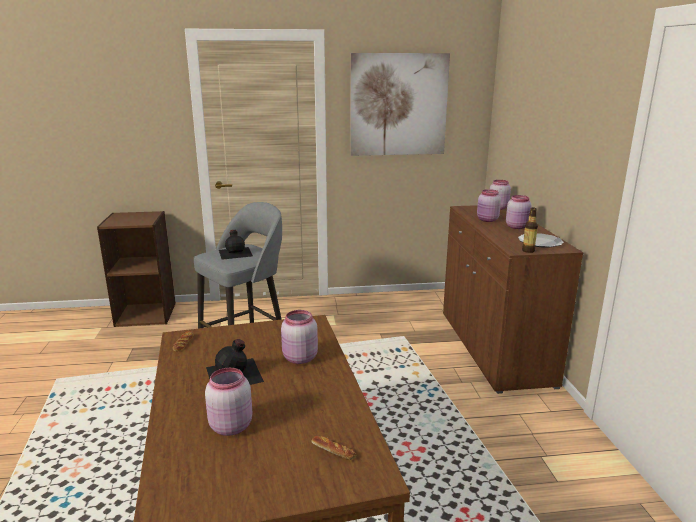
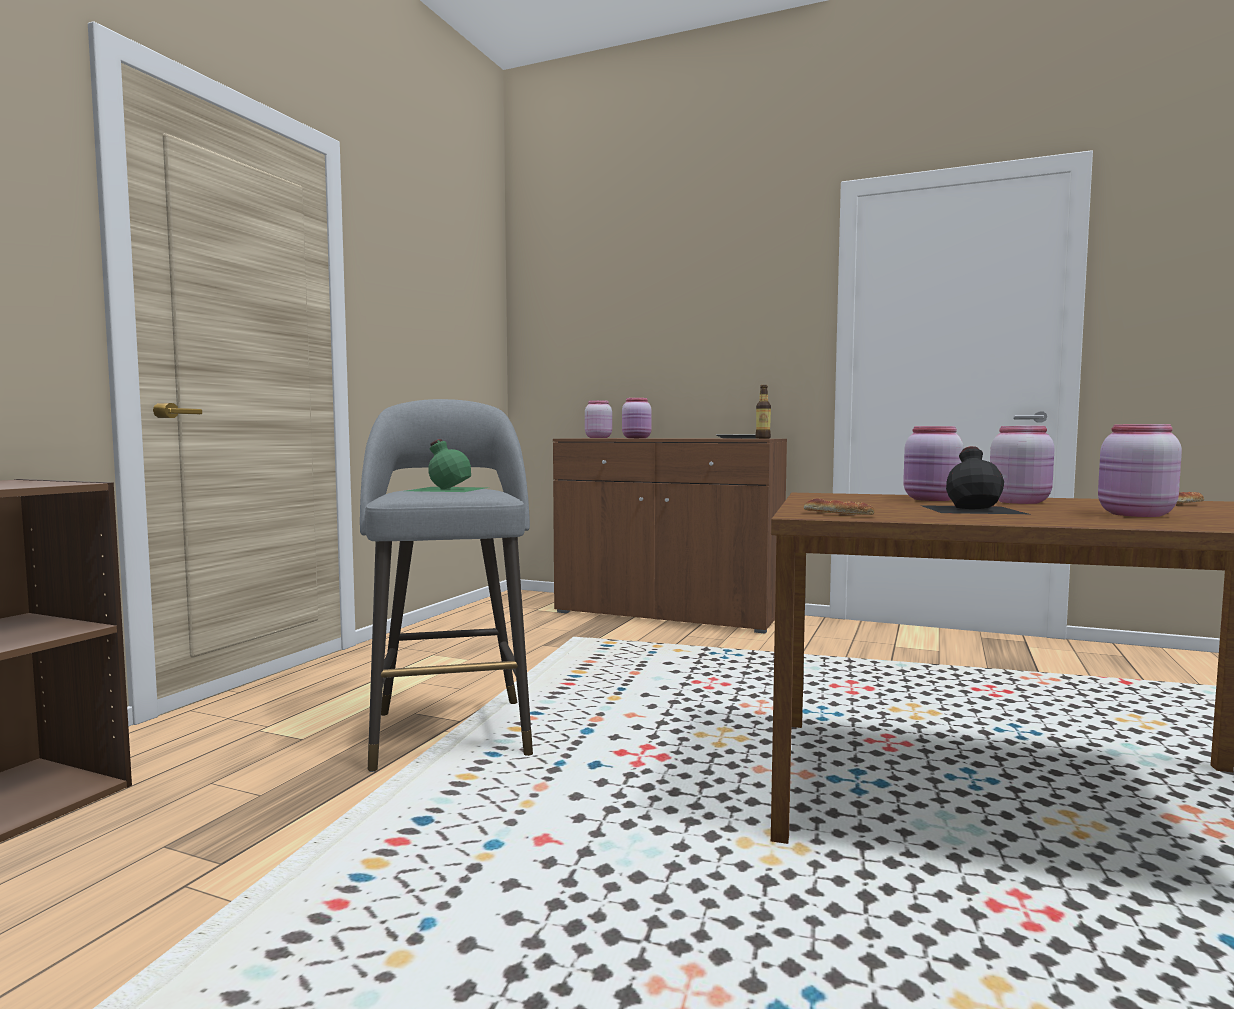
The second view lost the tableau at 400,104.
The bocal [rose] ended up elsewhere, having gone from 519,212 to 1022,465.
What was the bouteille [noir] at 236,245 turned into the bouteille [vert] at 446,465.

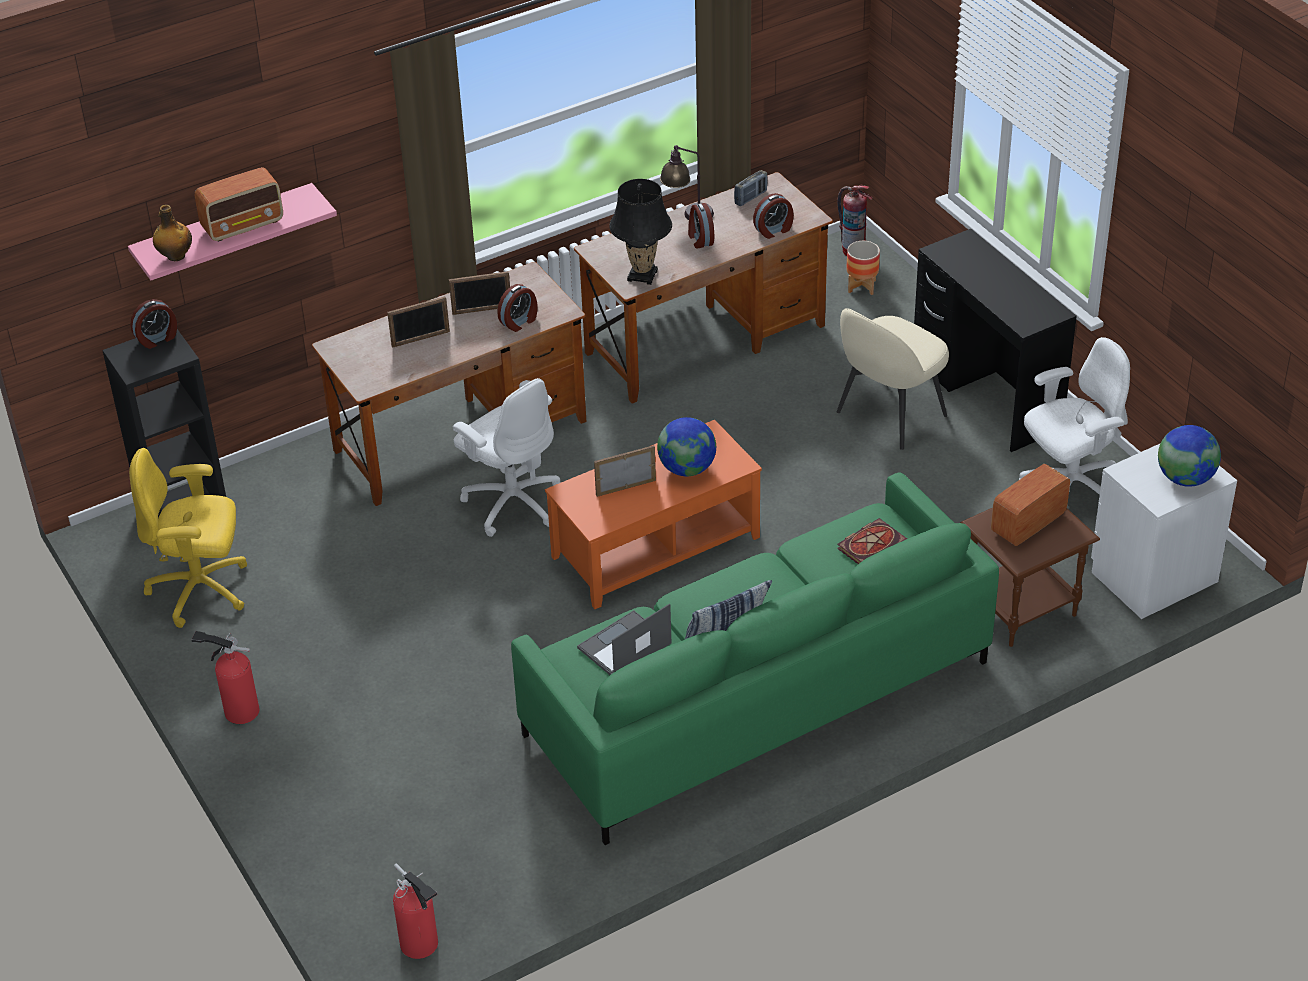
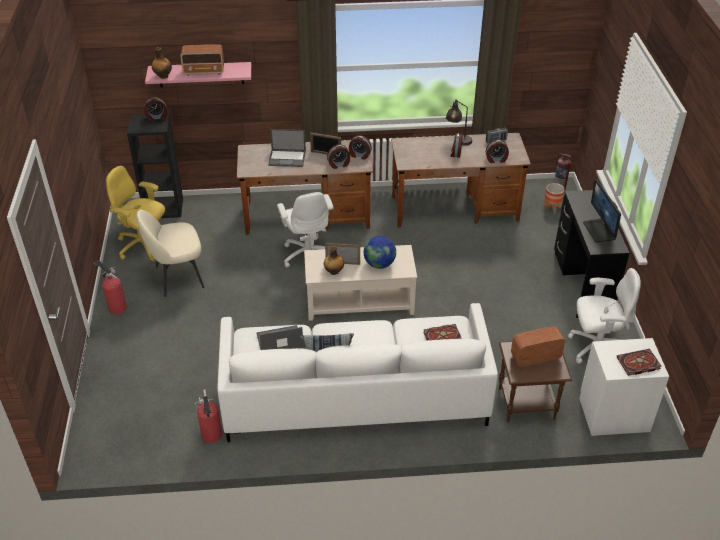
The second view lost the lampe de table [noir] at 640,232.
The second view gained the bouteille at 334,260.
The second view gained the réveil at 360,147.
The second view gained the écran d'ordinateur at 602,211.
The extincteur ended up elsewhere, having gone from 415,911 to 208,416.
The chaise [beige] ended up elsewhere, having gone from 893,379 to 170,253.
Where the cadre photo stood at 418,322, the ordinateur portable came to stand at 287,148.
Where the globe stood at 1189,456, the livre came to stand at 639,362.
What was the canapé [vert] at 755,658 turned into the canapé [blanc] at 357,372.
What was the table basse [orange] at 653,514 turned into the table basse [beige] at 360,283.

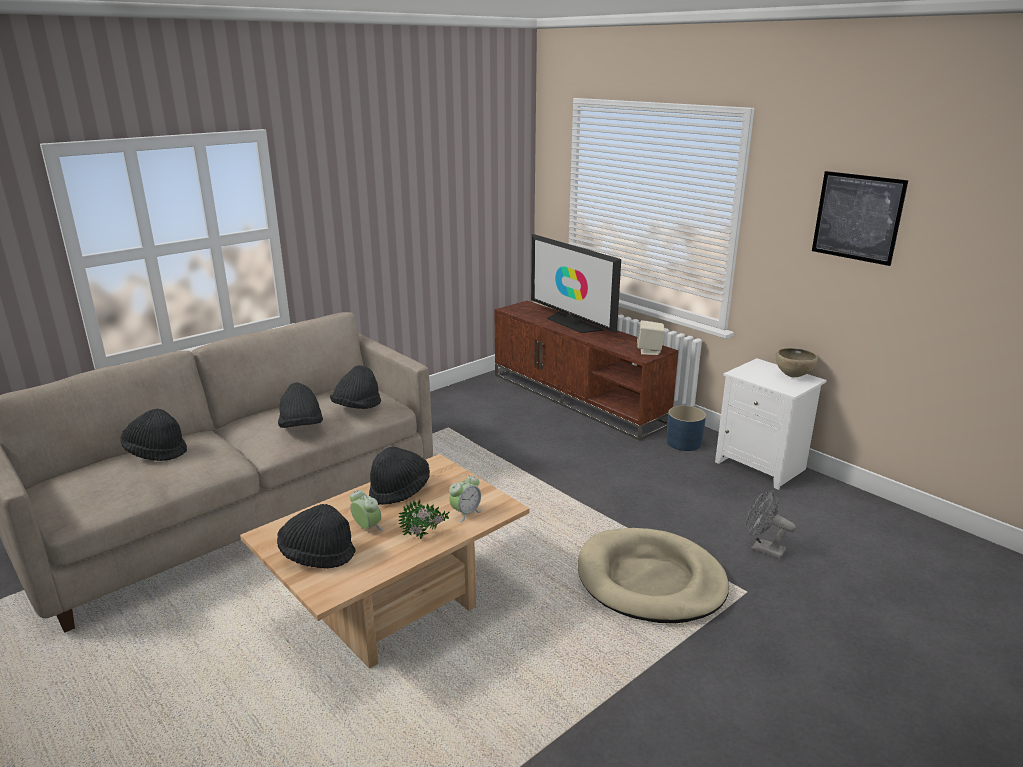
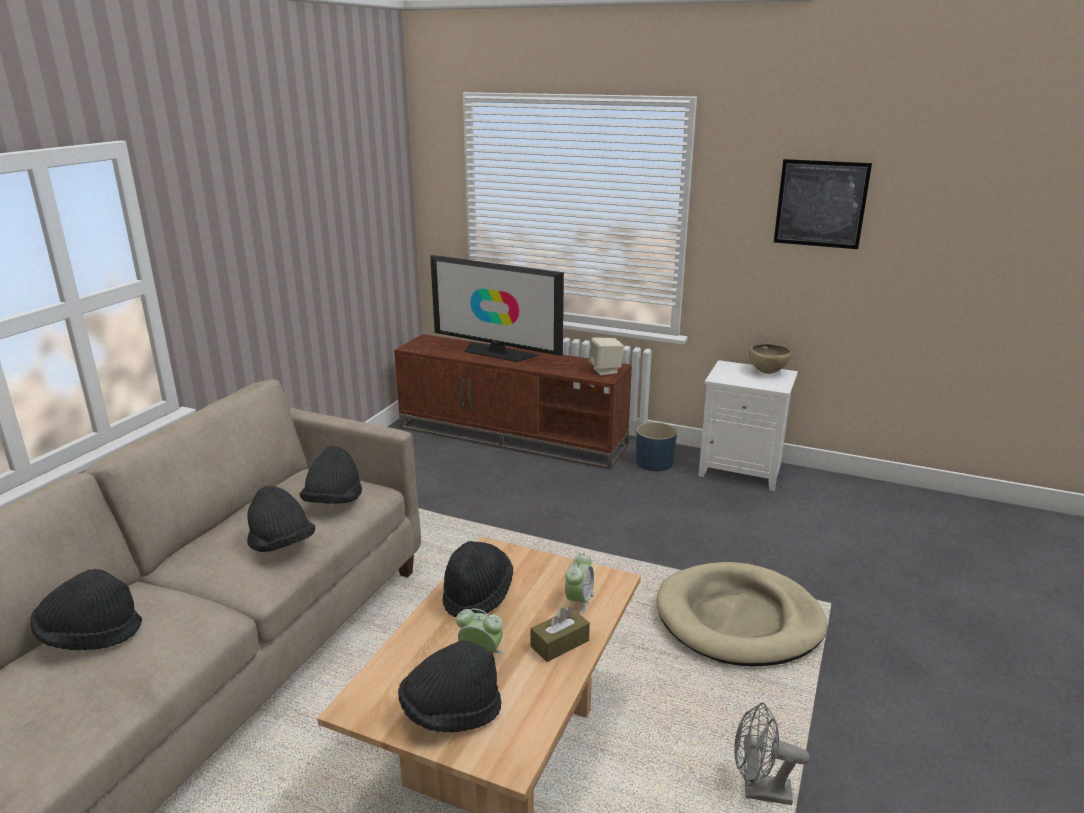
The ventilateur [gris] ended up elsewhere, having gone from 771,524 to 772,754.
Where the plante en pot stood at 423,519, the boîte à mouchoirs [marron] came to stand at 560,634.

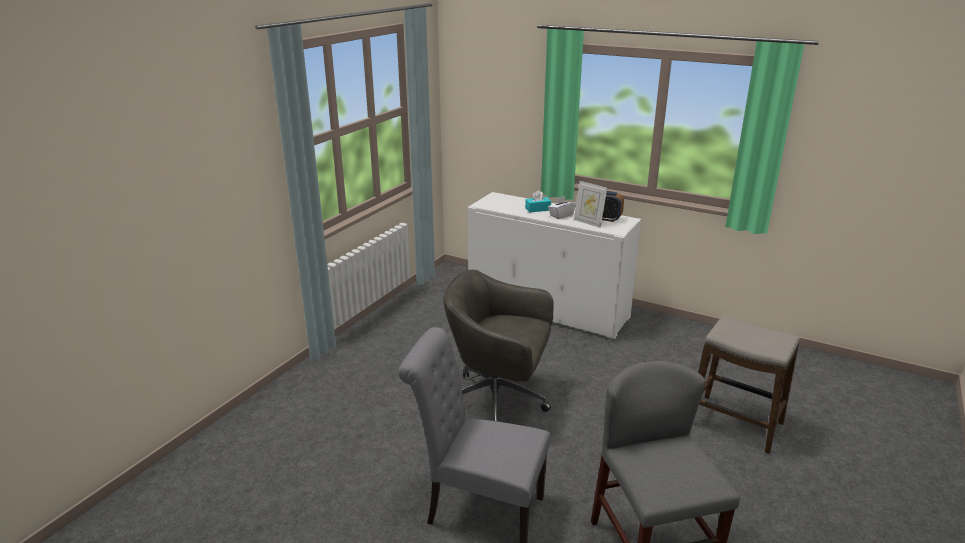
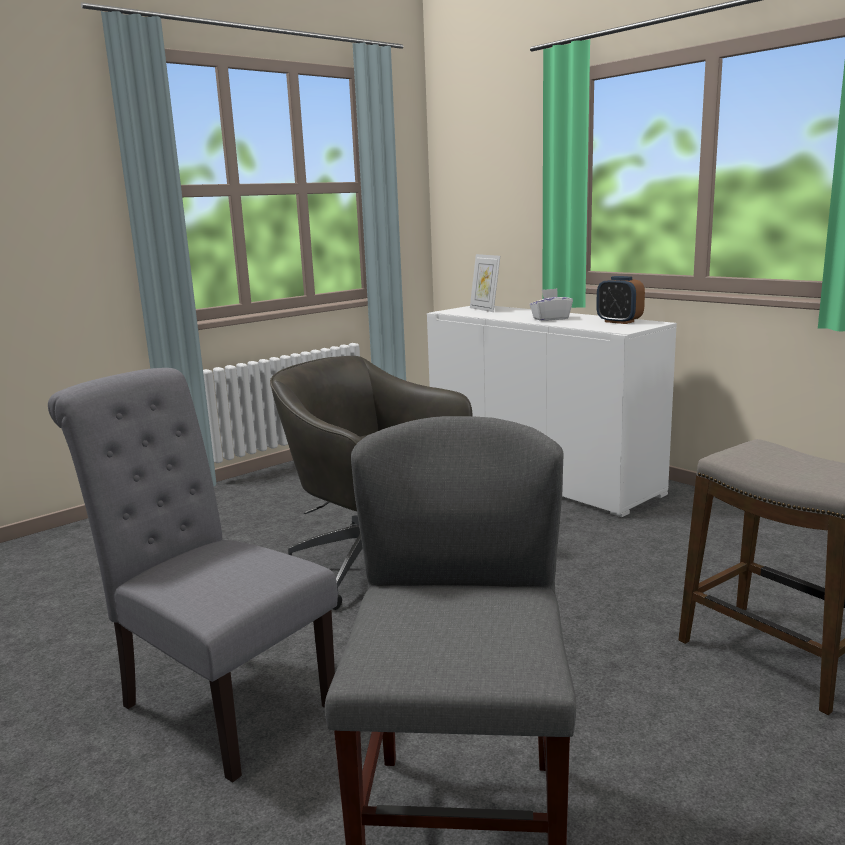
The second view lost the boîte à mouchoirs [turquoise] at 538,201.
The cadre photo ended up elsewhere, having gone from 590,204 to 485,283.

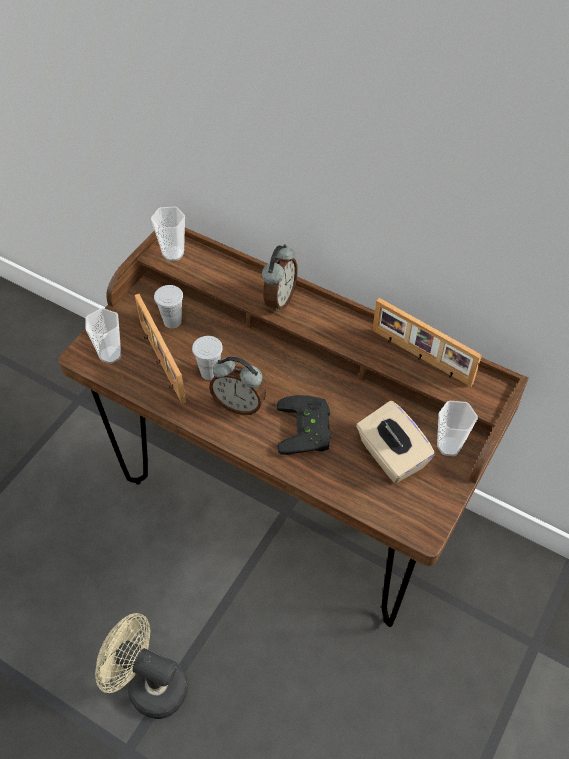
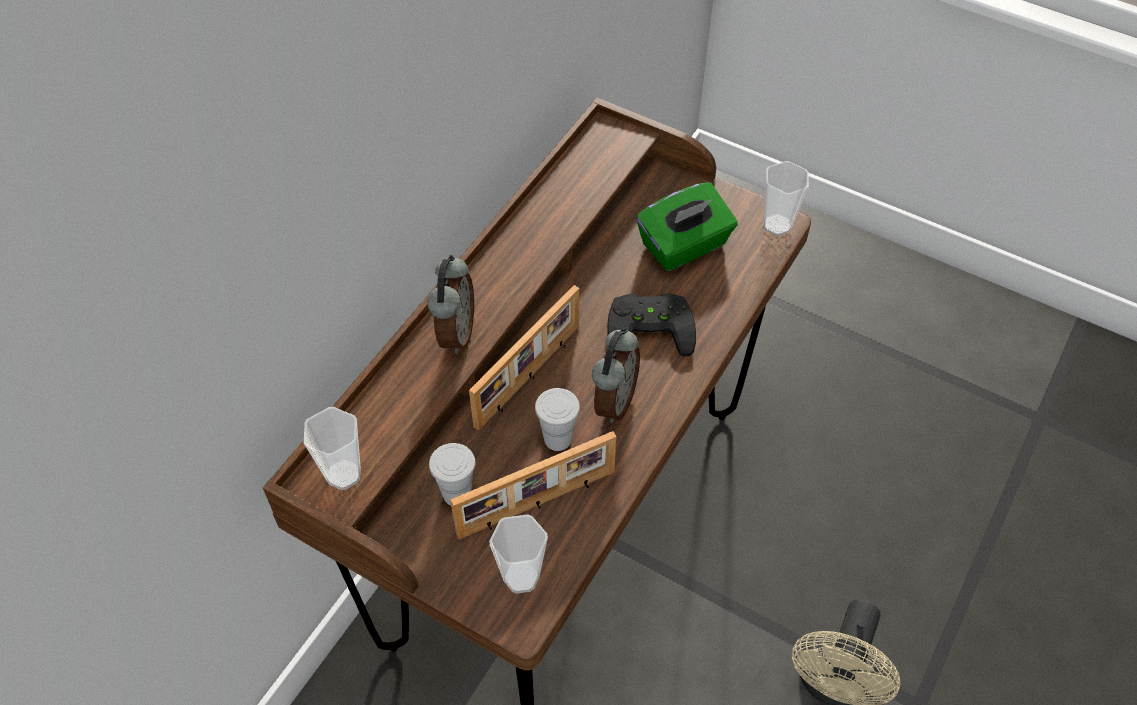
The cadre photo ended up elsewhere, having gone from 427,342 to 524,358.
The tasse ended up elsewhere, having gone from 457,428 to 786,198.
What was the boîte à mouchoirs [beige] at 395,442 turned into the boîte à mouchoirs [vert] at 687,226.
The réveil at 280,278 ended up facing another way, 75 degrees clockwise from before.

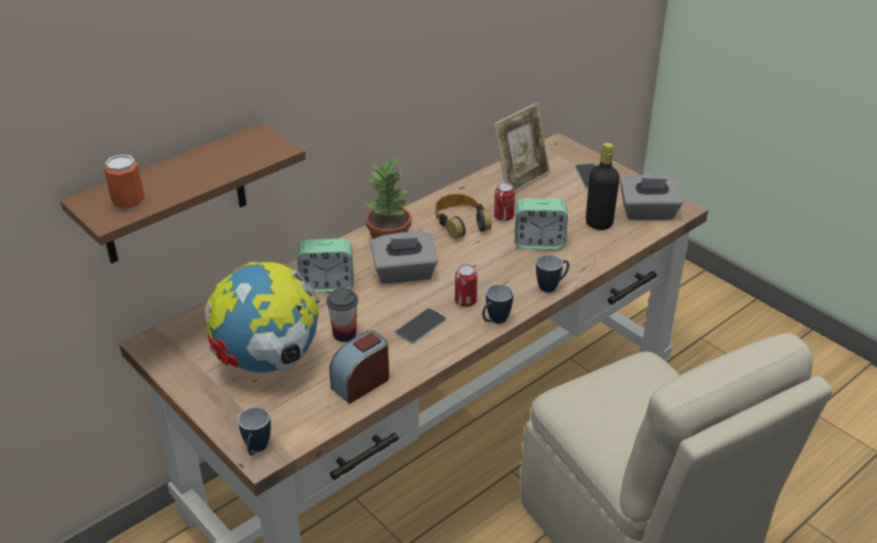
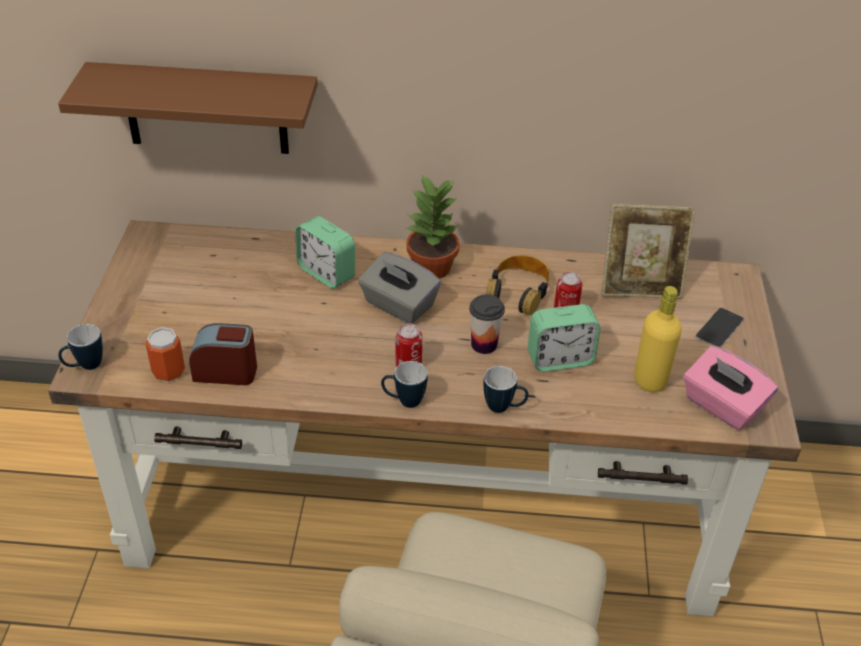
The second view lost the globe at 262,317.
The second view lost the téléphone at 420,326.
The boîte métallique ended up elsewhere, having gone from 124,182 to 165,354.
The tasse ended up elsewhere, having gone from 342,315 to 487,324.
What was the bouteille [noir] at 603,186 turned into the bouteille [jaune] at 658,339.
What was the boîte à mouchoirs [gris] at 651,197 turned into the boîte à mouchoirs [rose] at 730,388.
The réveil at 541,224 ended up facing another way, 60 degrees counterclockwise from before.

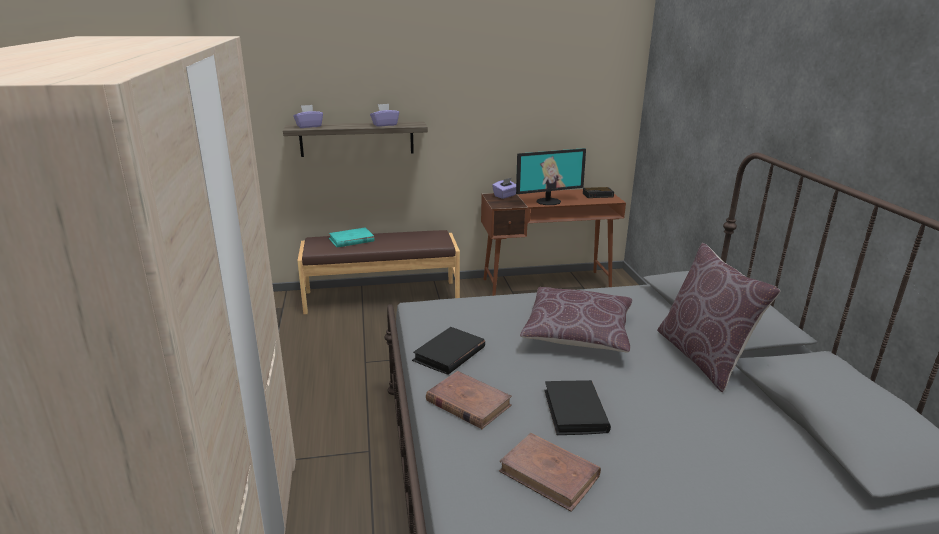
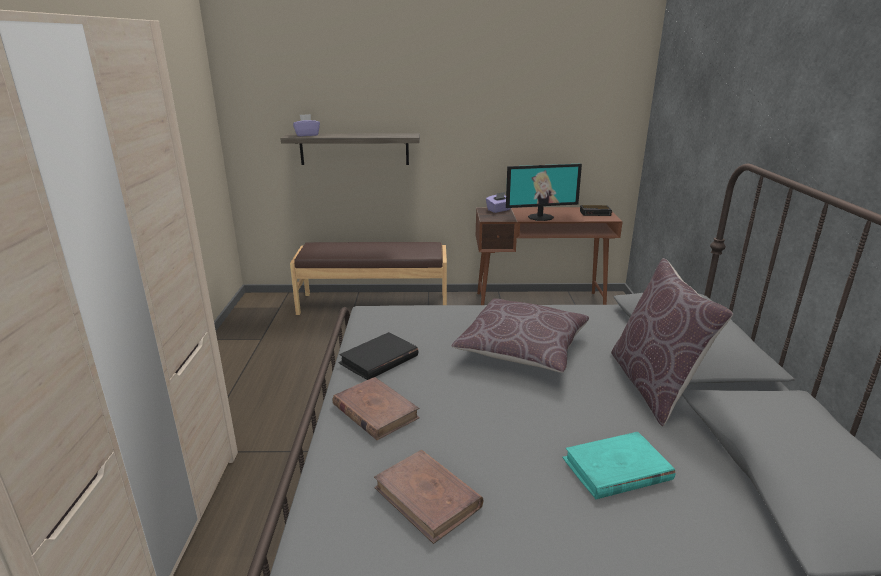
The second view lost the boîte à mouchoirs [violet] at 384,115.
The second view lost the livre [noir] at 577,407.
The livre [turquoise] ended up elsewhere, having gone from 351,237 to 619,465.

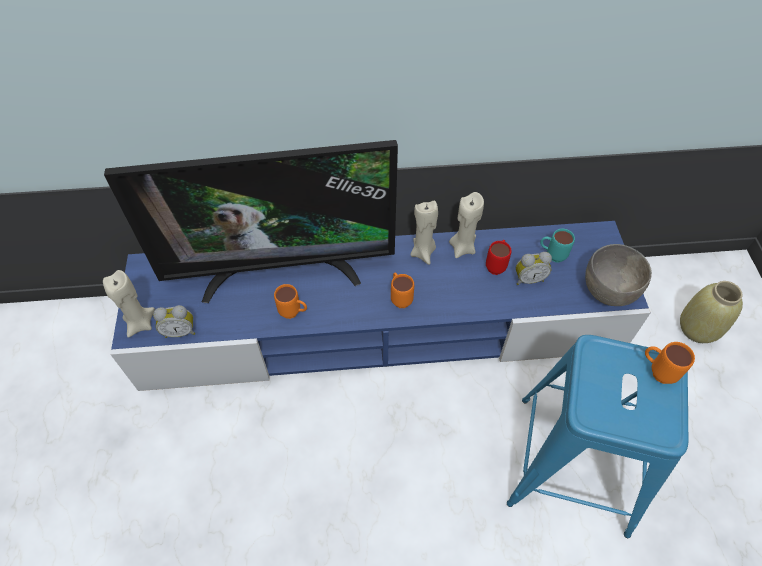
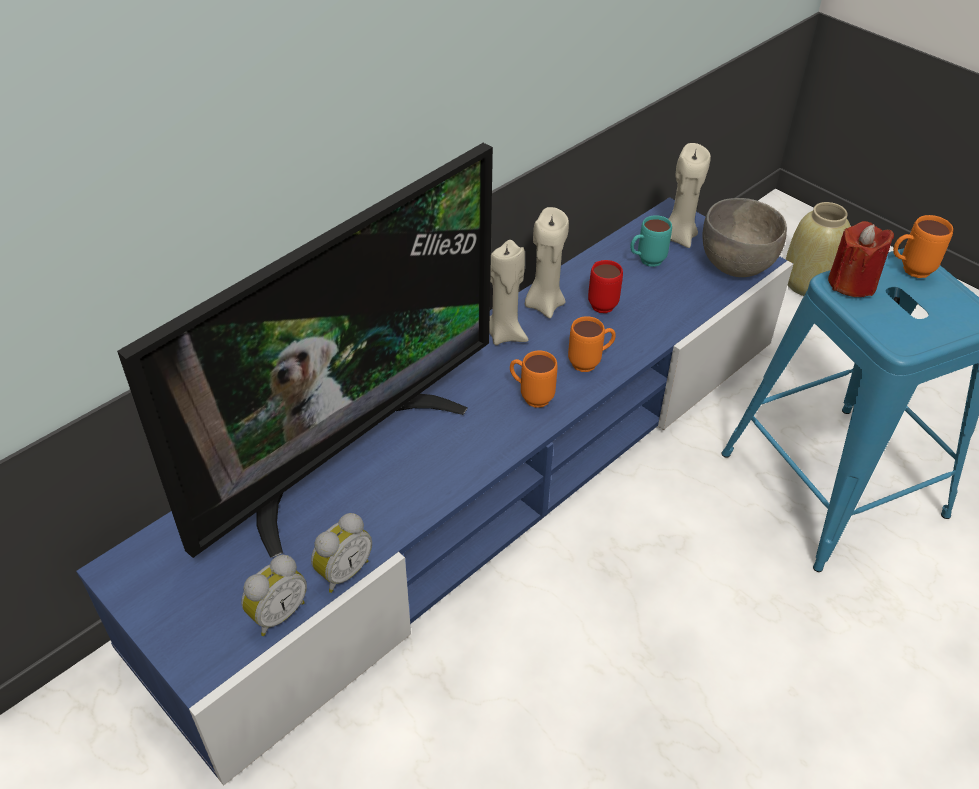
The second view gained the bougie [rouge] at 861,259.
The bougie [beige] ended up elsewhere, having gone from 129,304 to 690,195.
The mug [orange] ended up elsewhere, having gone from 290,301 to 592,344.
The réveil ended up elsewhere, having gone from 534,268 to 341,553.

